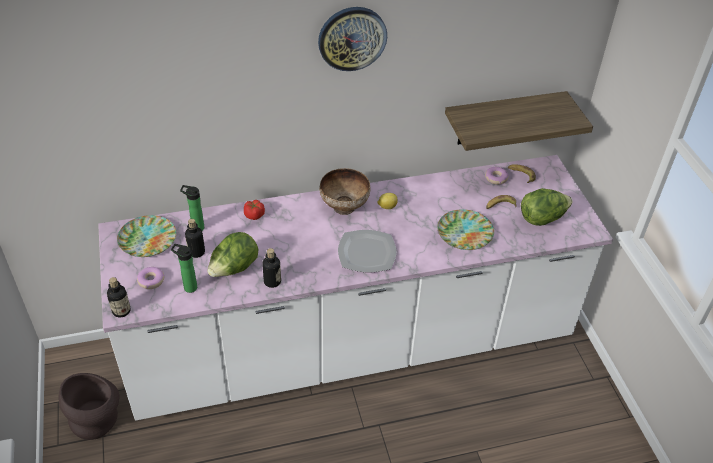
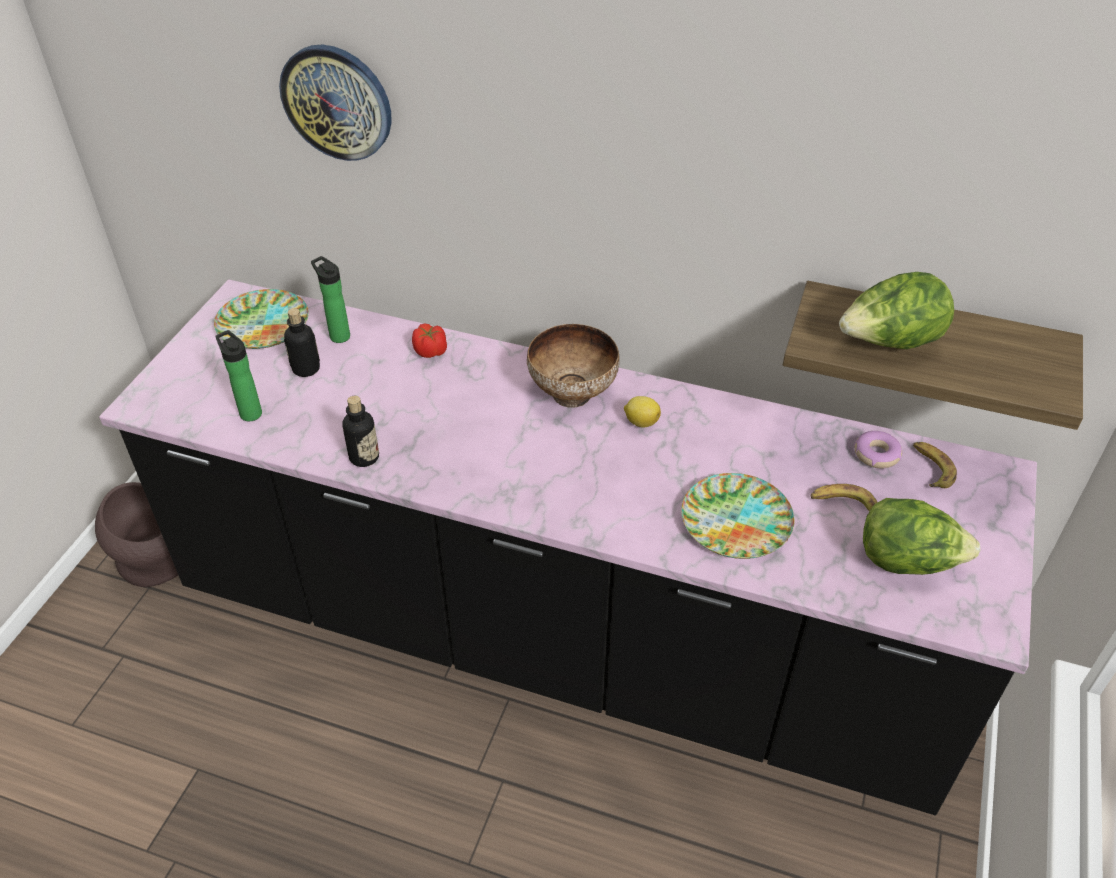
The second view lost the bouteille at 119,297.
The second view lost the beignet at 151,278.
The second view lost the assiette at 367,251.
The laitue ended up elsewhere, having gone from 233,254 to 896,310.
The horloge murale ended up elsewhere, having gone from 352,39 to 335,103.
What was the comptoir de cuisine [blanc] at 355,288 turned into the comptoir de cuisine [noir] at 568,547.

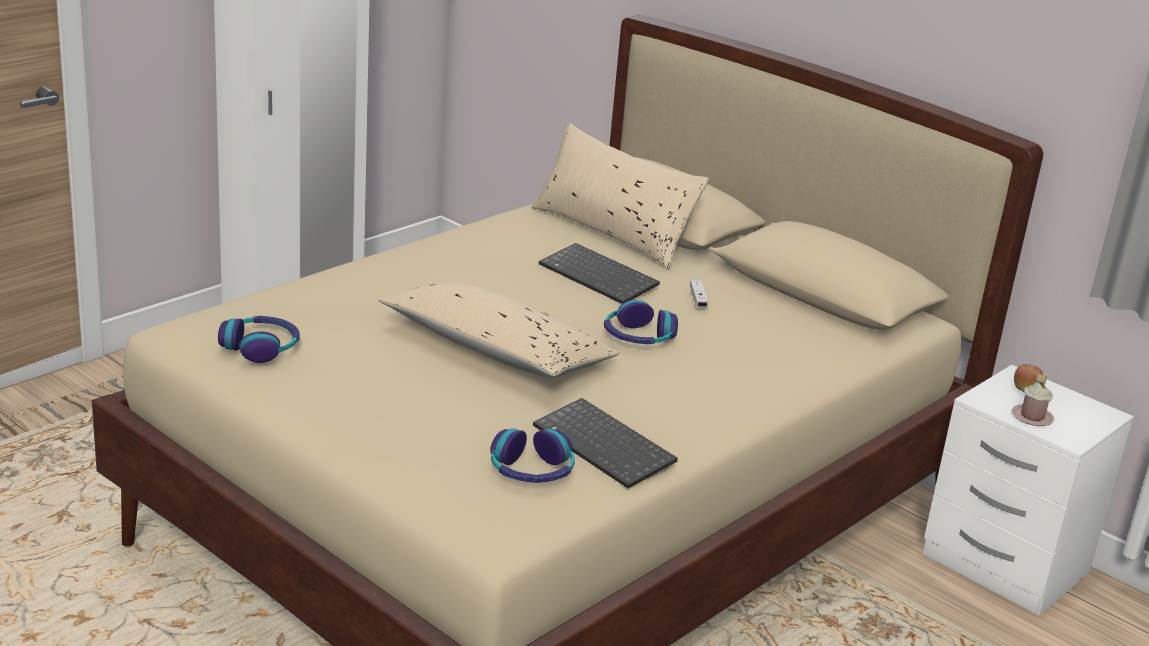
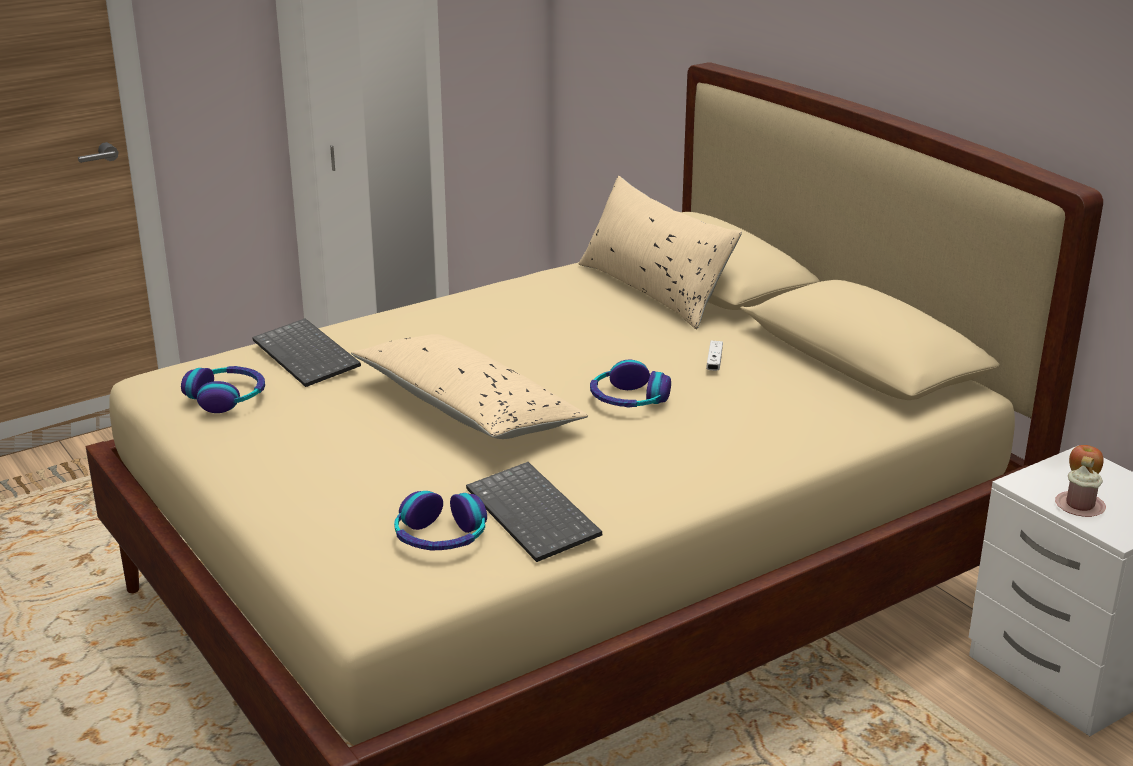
The clavier ended up elsewhere, having gone from 599,273 to 306,352.

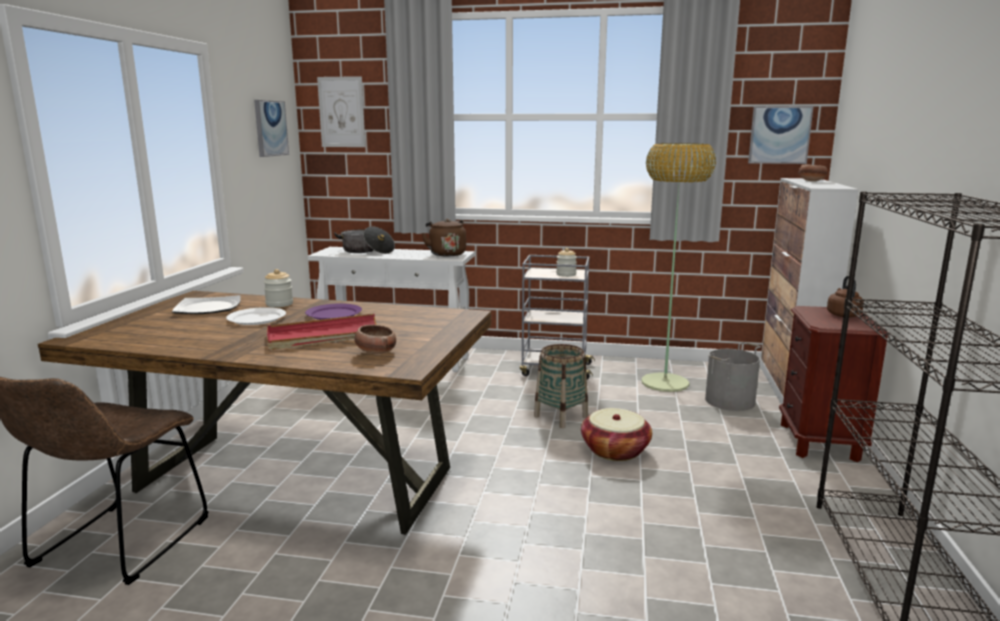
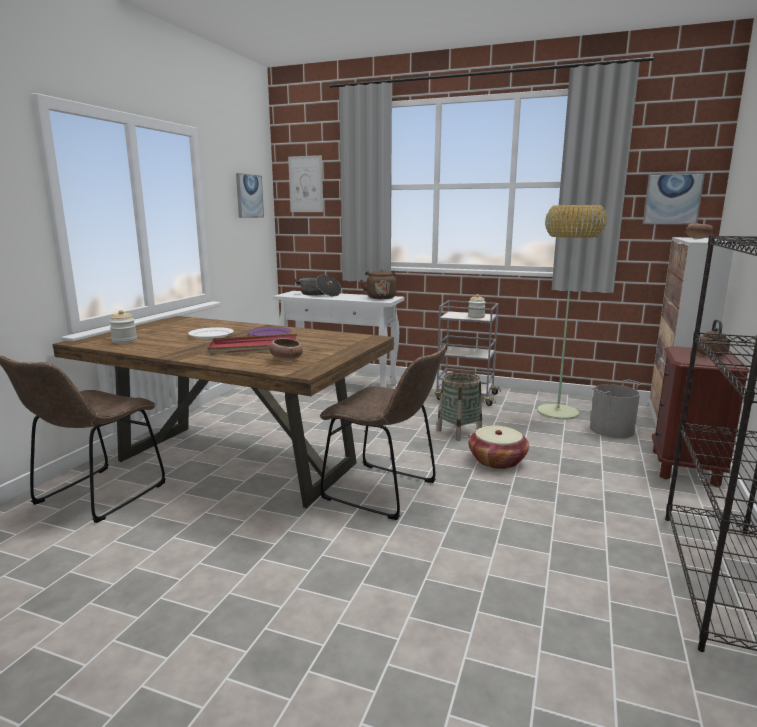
The second view lost the assiette at 206,304.
The second view gained the chaise [marron] at 383,432.
The bocal ended up elsewhere, having gone from 278,288 to 123,327.

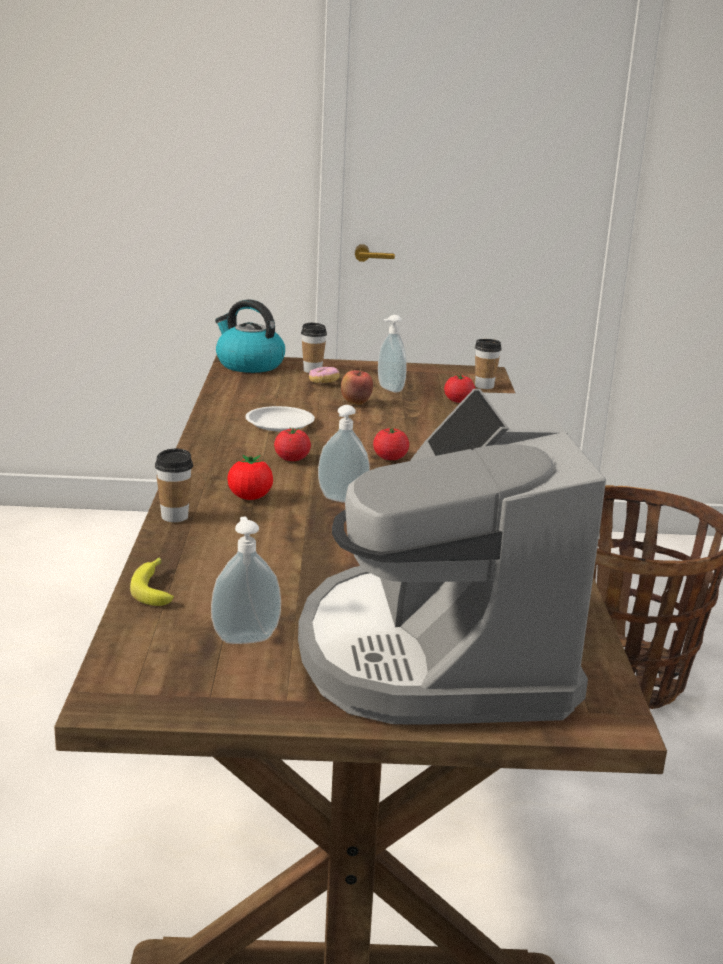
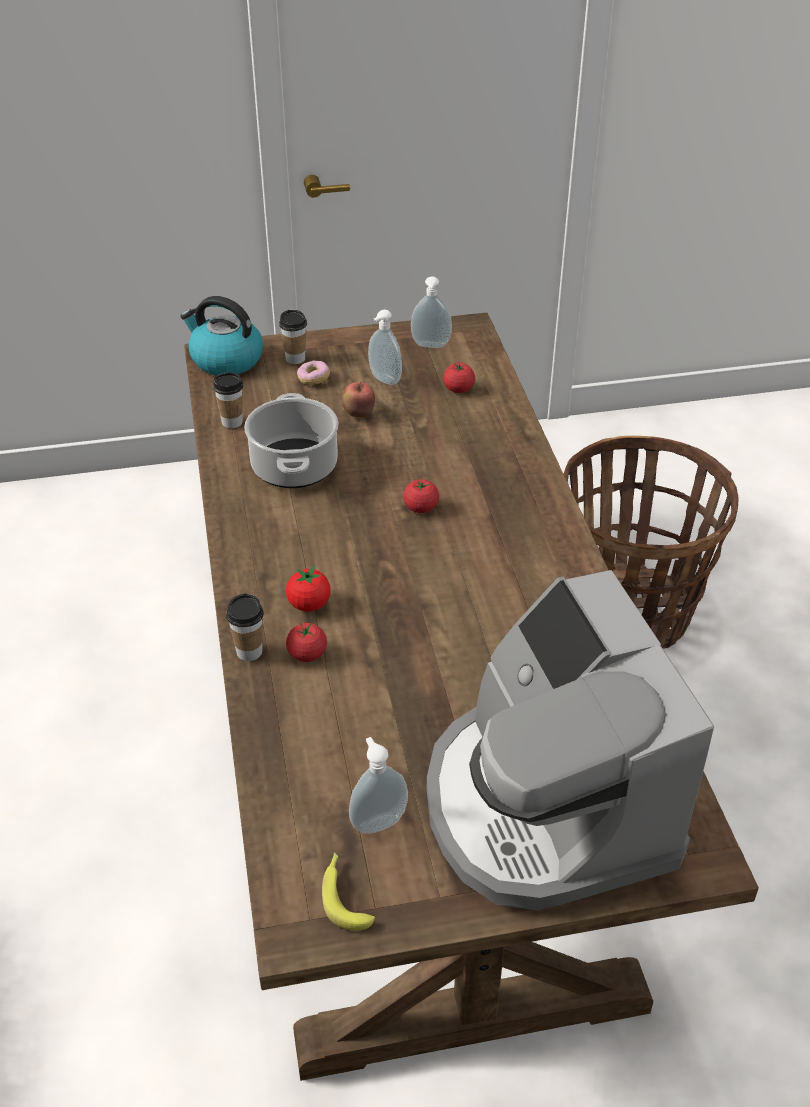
The banane ended up elsewhere, having gone from 152,582 to 348,891.
The tomate ended up elsewhere, having gone from 292,444 to 306,642.
The distributeur de savon ended up elsewhere, having gone from 344,454 to 431,312.
The tasse ended up elsewhere, having gone from 488,364 to 228,400.
Where the assiette [blanc] stood at 280,419, the marmite came to stand at 291,440.

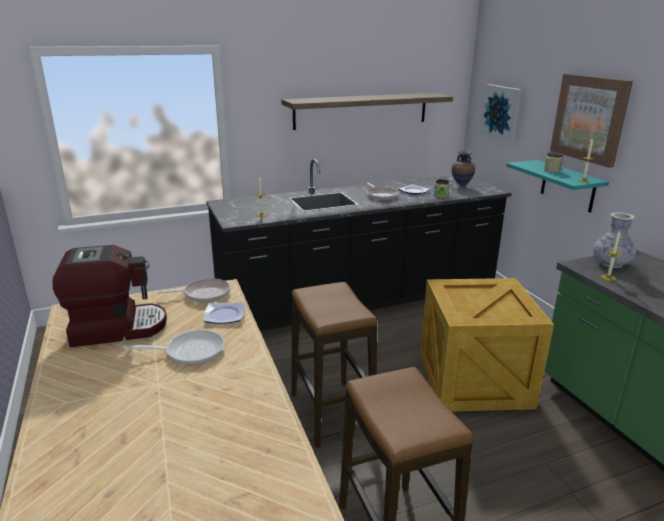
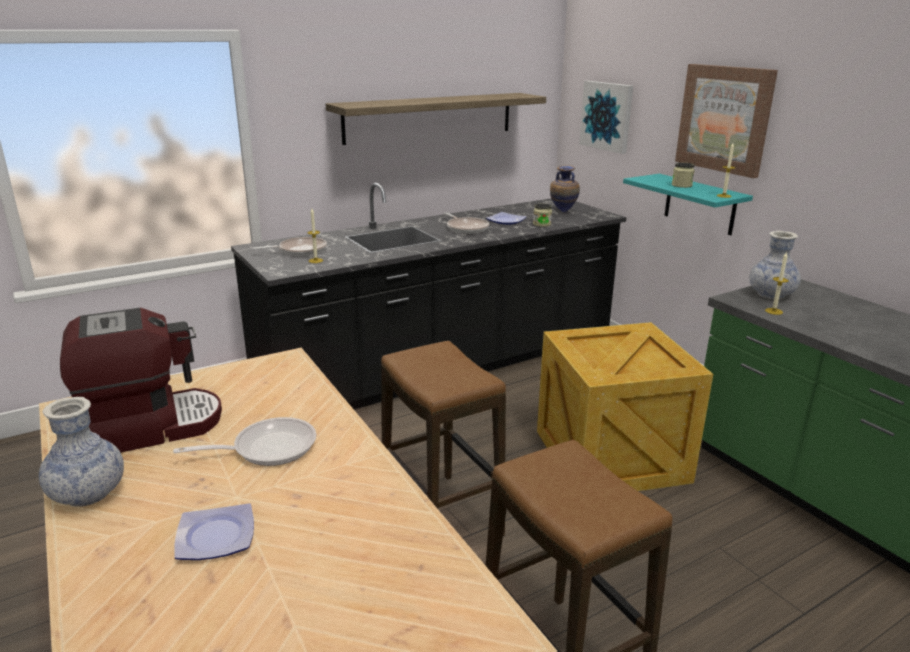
The second view gained the vase at 81,452.
The poêle ended up elsewhere, having gone from 194,290 to 289,246.
The assiette ended up elsewhere, having gone from 224,313 to 214,531.

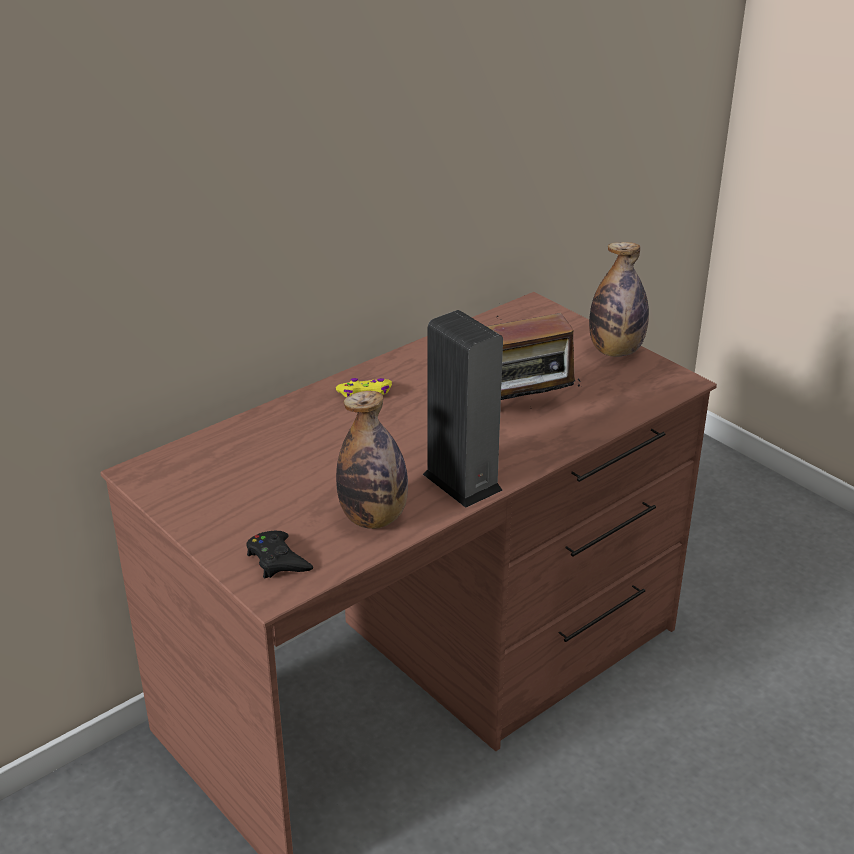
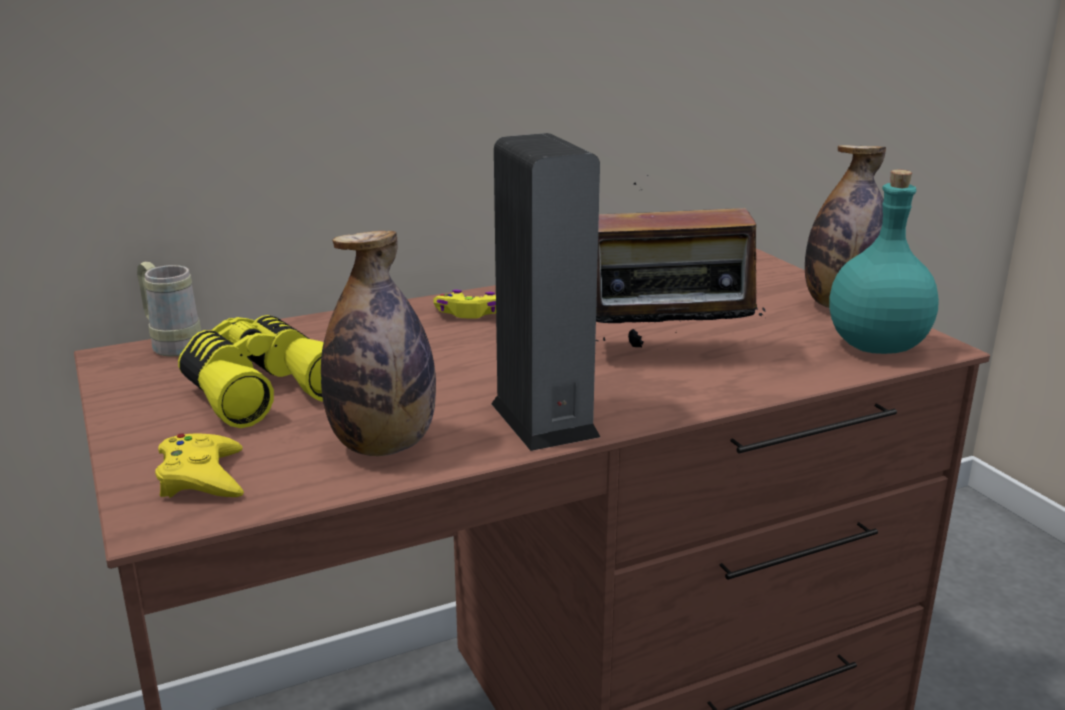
The second view gained the mug [beige] at 169,309.
The second view gained the jumelles [jaune] at 251,371.
The second view gained the bouteille [turquoise] at 884,262.
What was the manette [noir] at 280,554 turned into the manette [jaune] at 199,465.

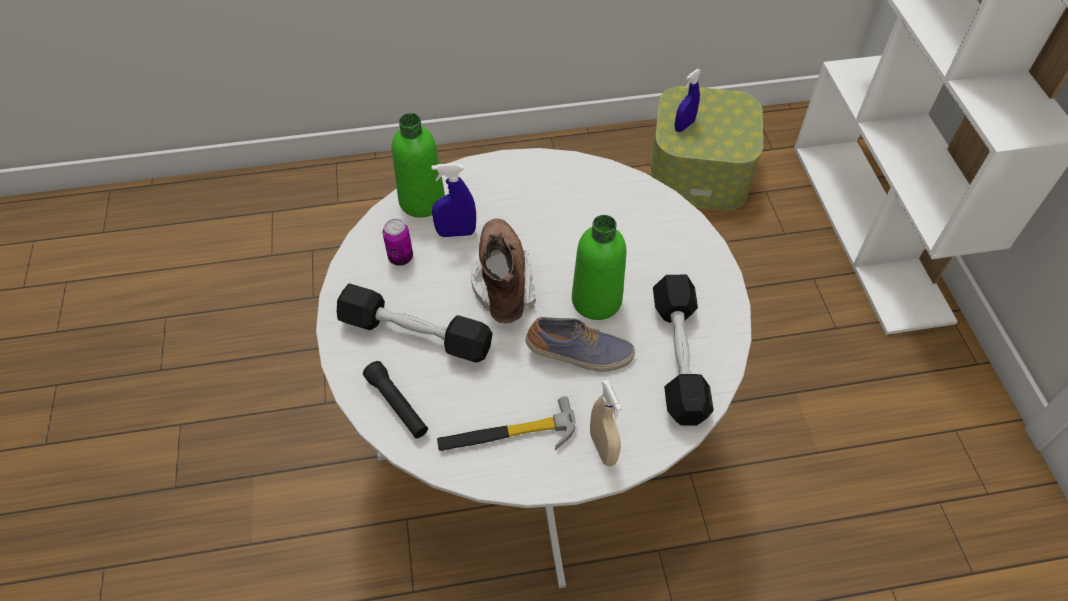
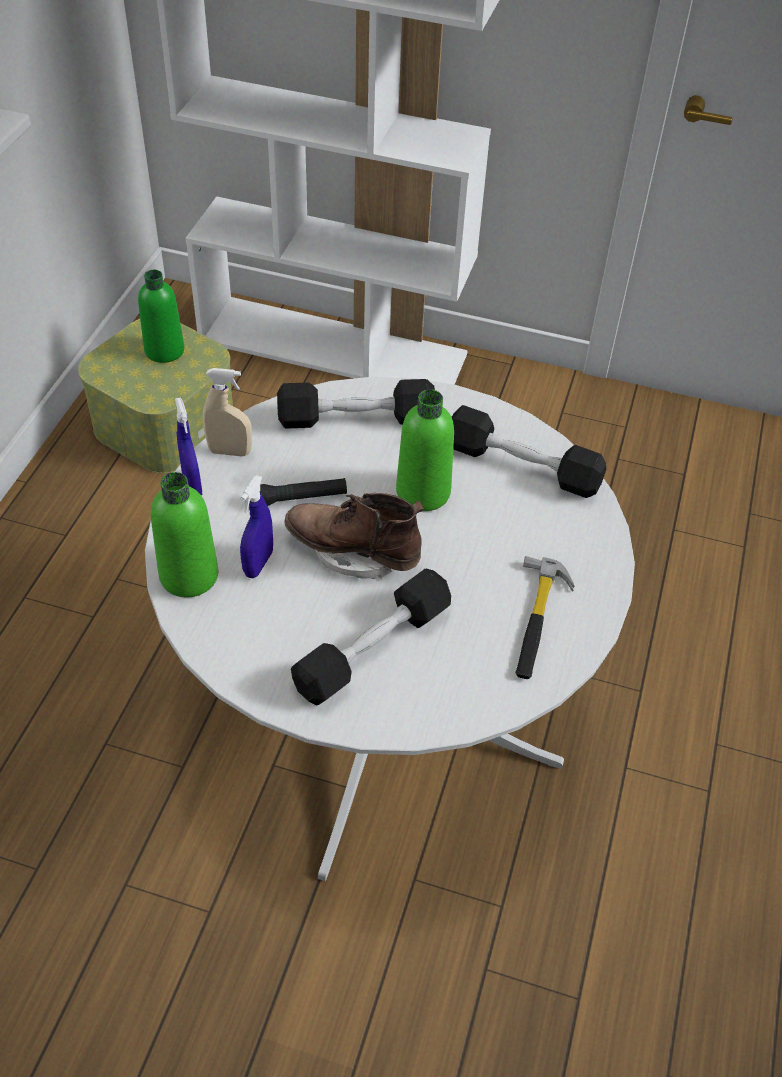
The second view lost the boîte métallique at 398,242.
The second view lost the chaussure at 580,344.
The second view gained the bouteille [vert] at 161,316.
The second view gained the haltère [noir] at 356,404.
The lampe de poche [noir] ended up elsewhere, having gone from 395,399 to 303,492.
The vaporisateur [beige] ended up elsewhere, having gone from 606,423 to 227,412.
The vaporisateur [bleu] ended up elsewhere, having gone from 688,100 to 188,446.

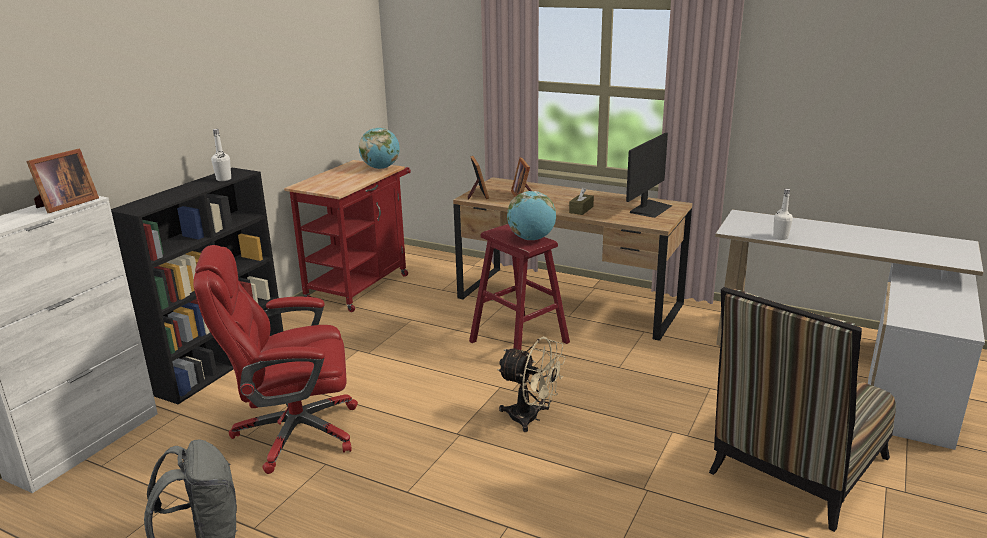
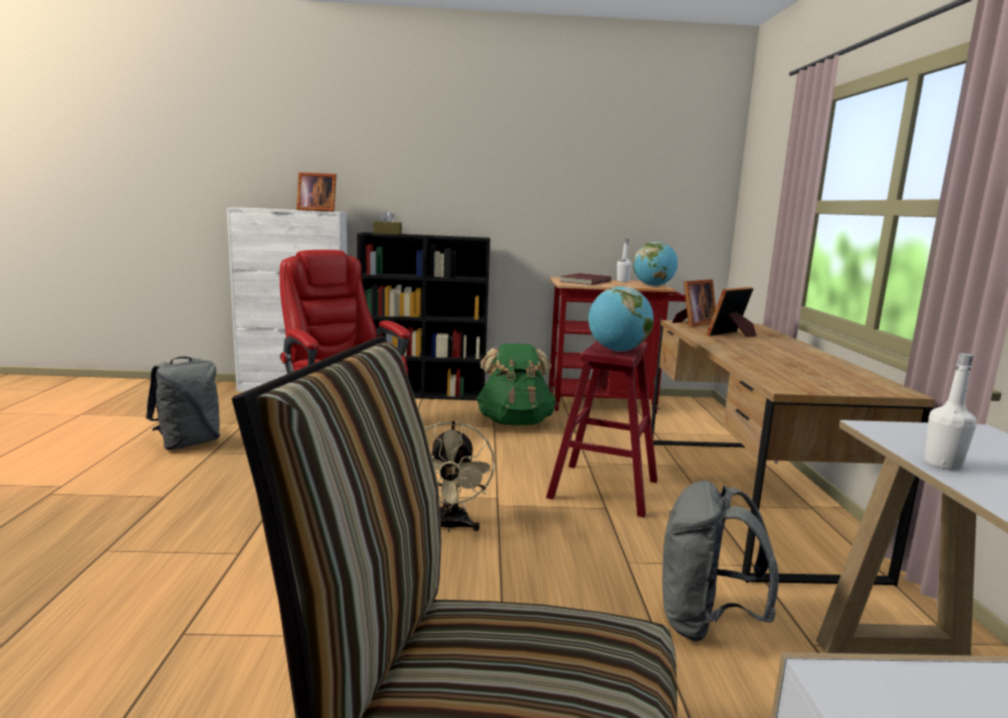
The second view lost the écran d'ordinateur at 649,175.
The second view gained the sac à dos [vert] at 516,384.
The second view gained the livre [rouge] at 585,279.
The second view gained the sac à dos [gris] at 720,561.
The bouteille [blanc] ended up elsewhere, having gone from 221,155 to 624,260.
The boîte à mouchoirs [marron] ended up elsewhere, having gone from 581,201 to 387,223.

